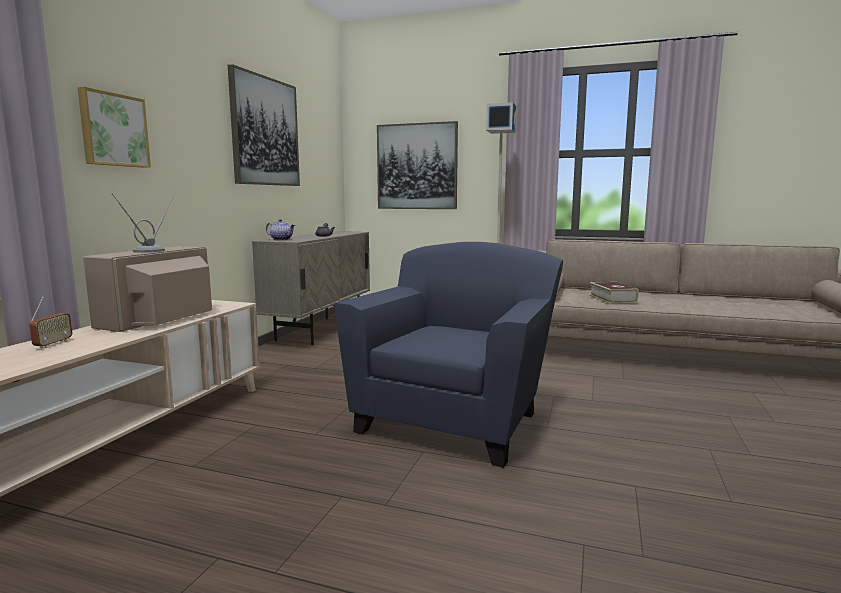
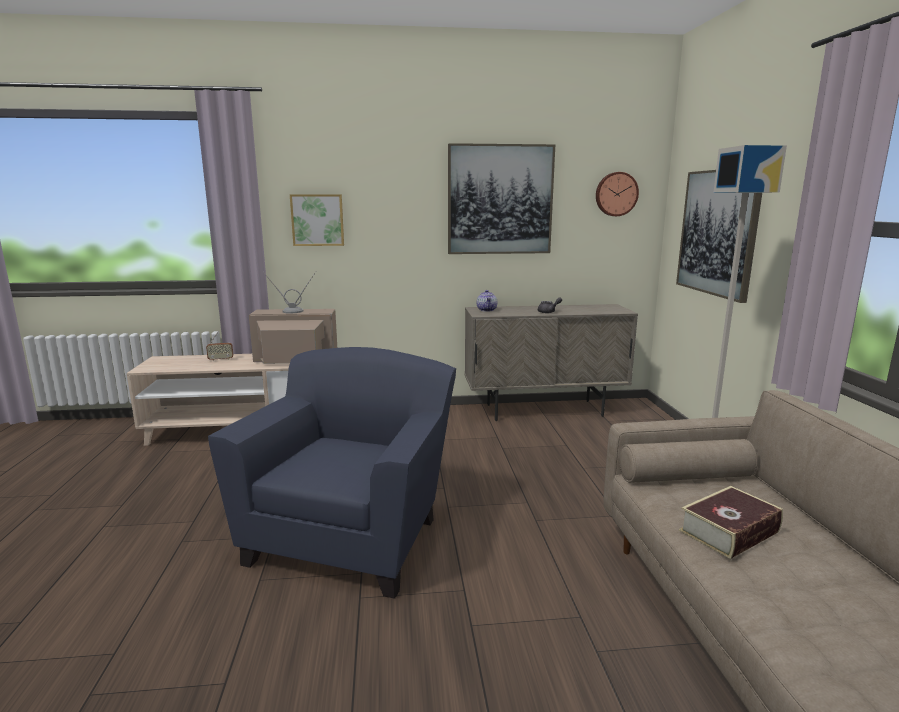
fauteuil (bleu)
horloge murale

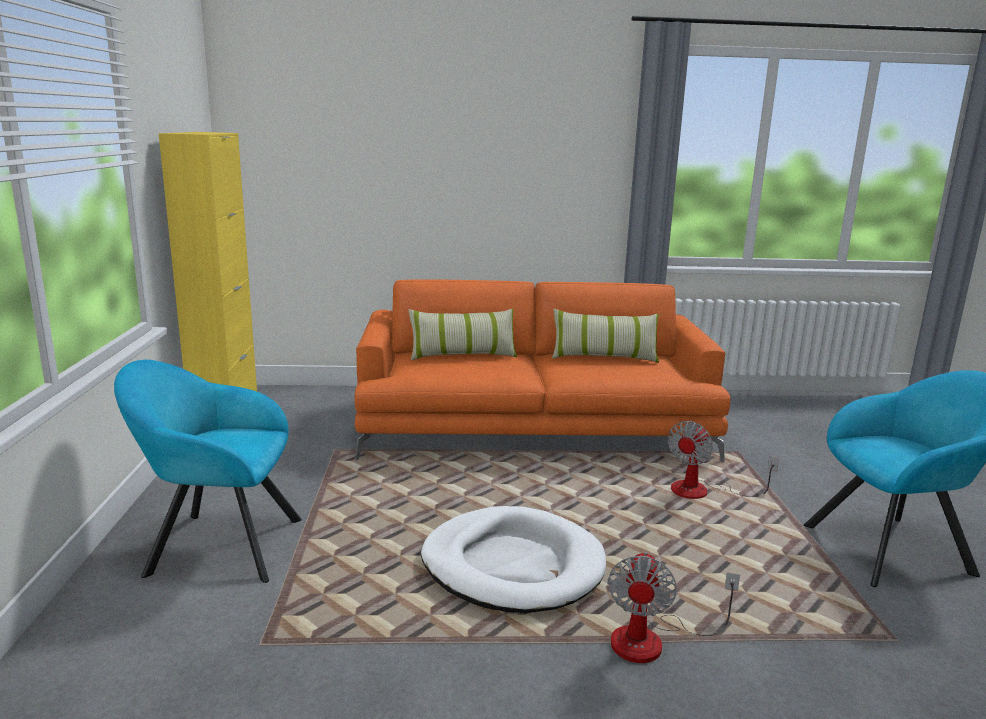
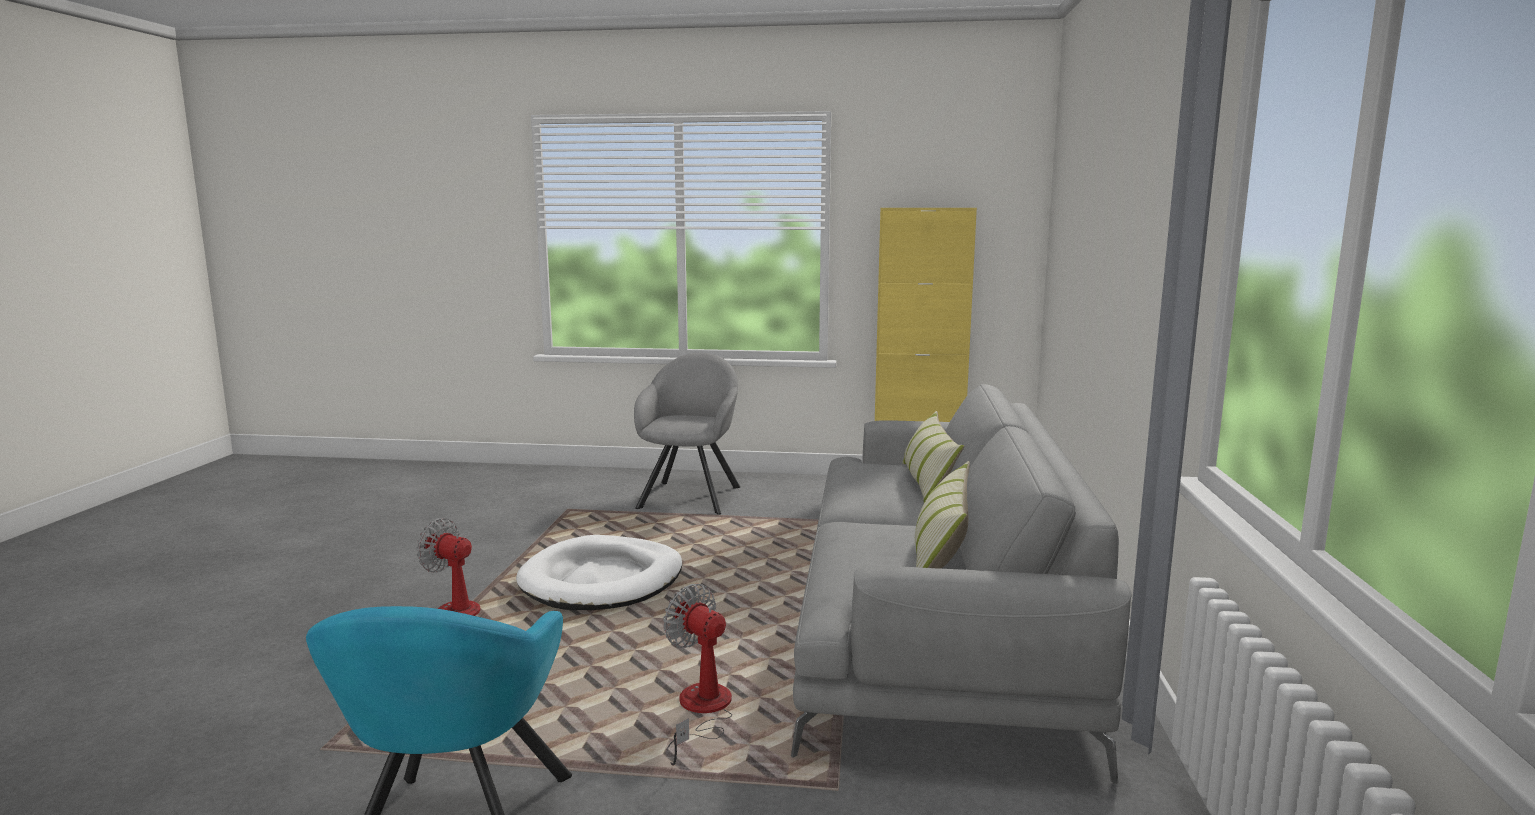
fauteuil (gris)
canapé (gris)

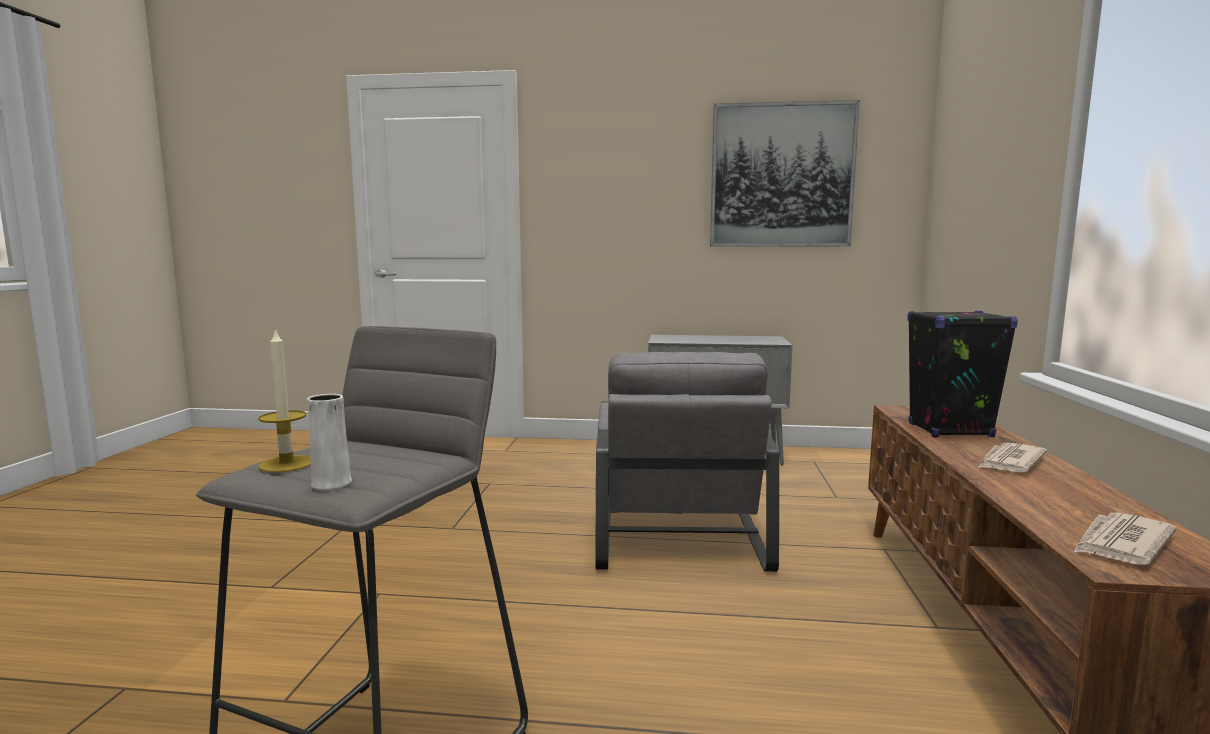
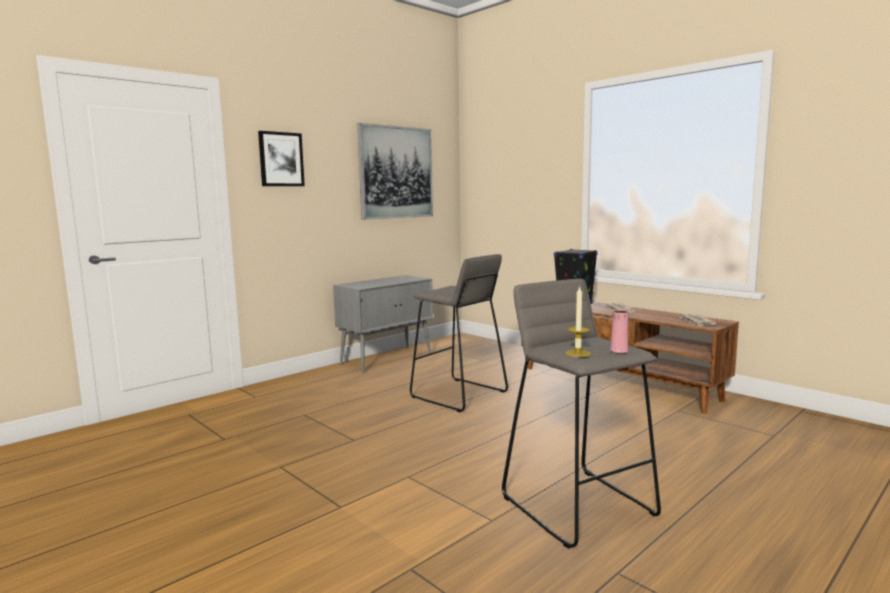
tableau (no. 1 from left)
tabouret (gris) (no. 1 from left)
vase (rose)

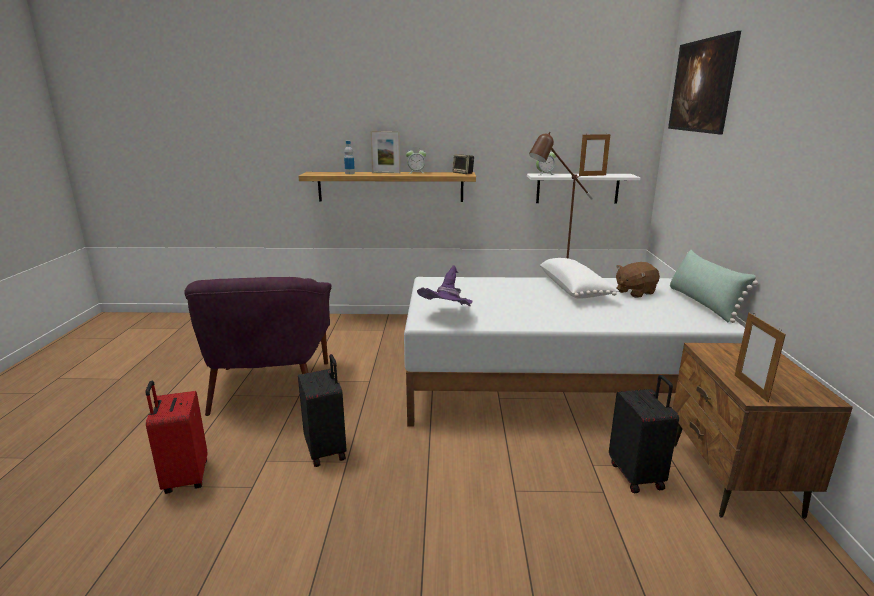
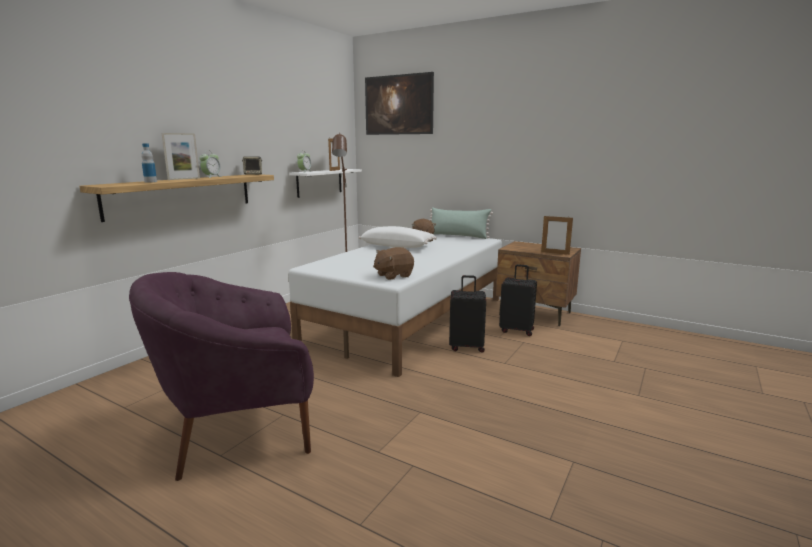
fauteuil (violet)
peluche (marron) (no. 1 from left)
valise (noir) (no. 1 from left)
valise (rouge)

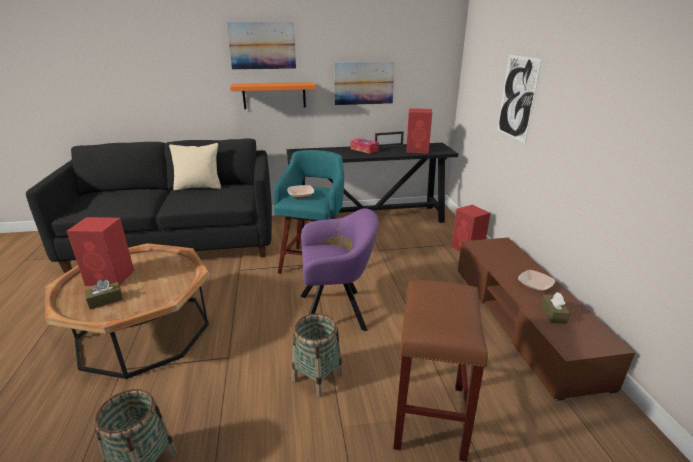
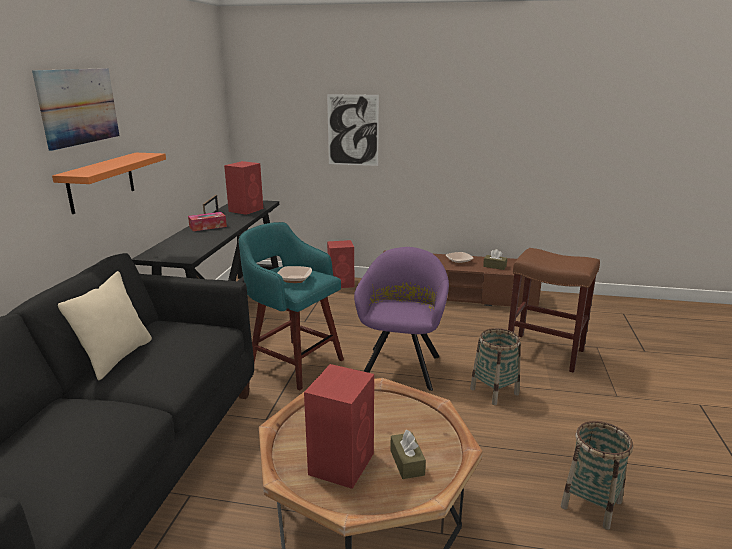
tableau (no. 2 from left in the first image)

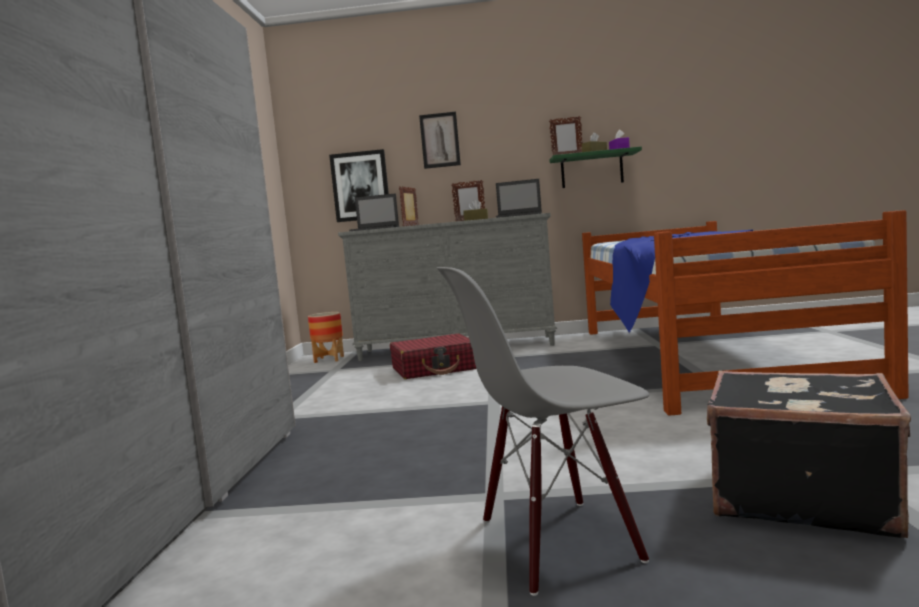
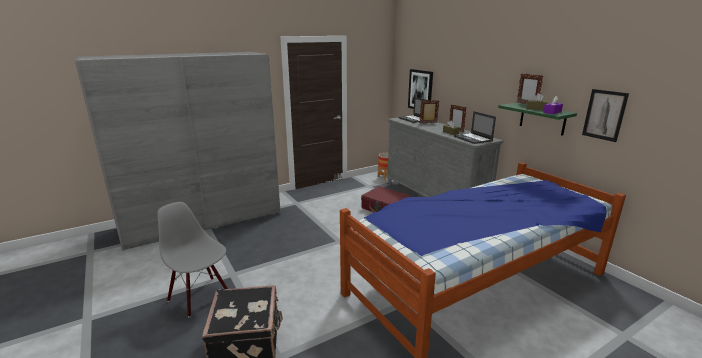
tableau (no. 2 from left)

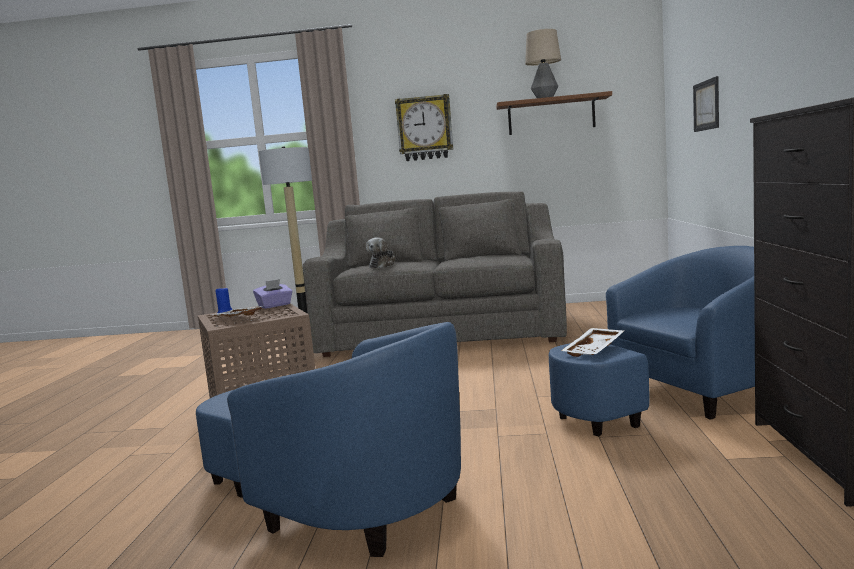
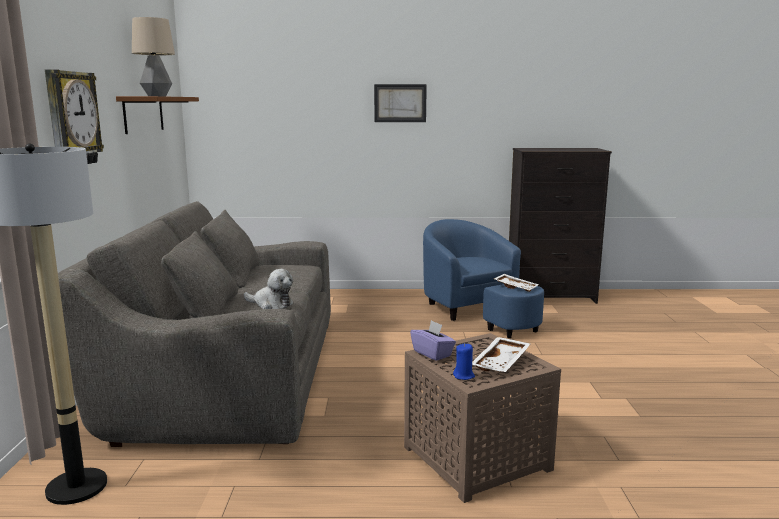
tableau
fauteuil (bleu) (no. 1 from left in the first image)

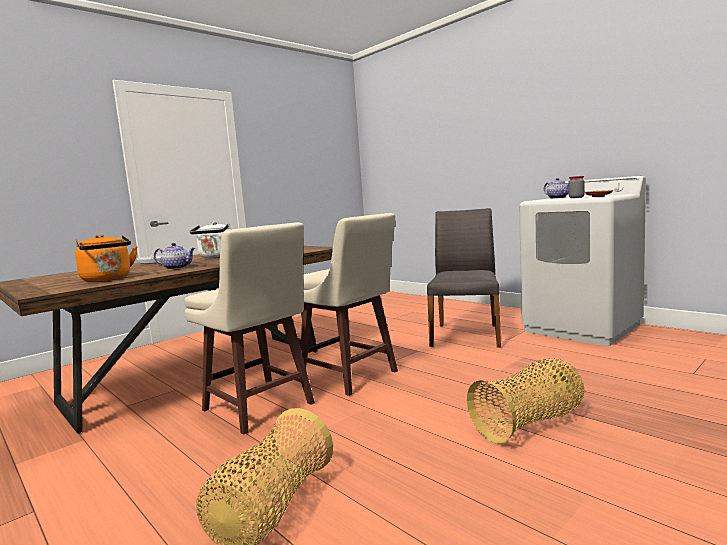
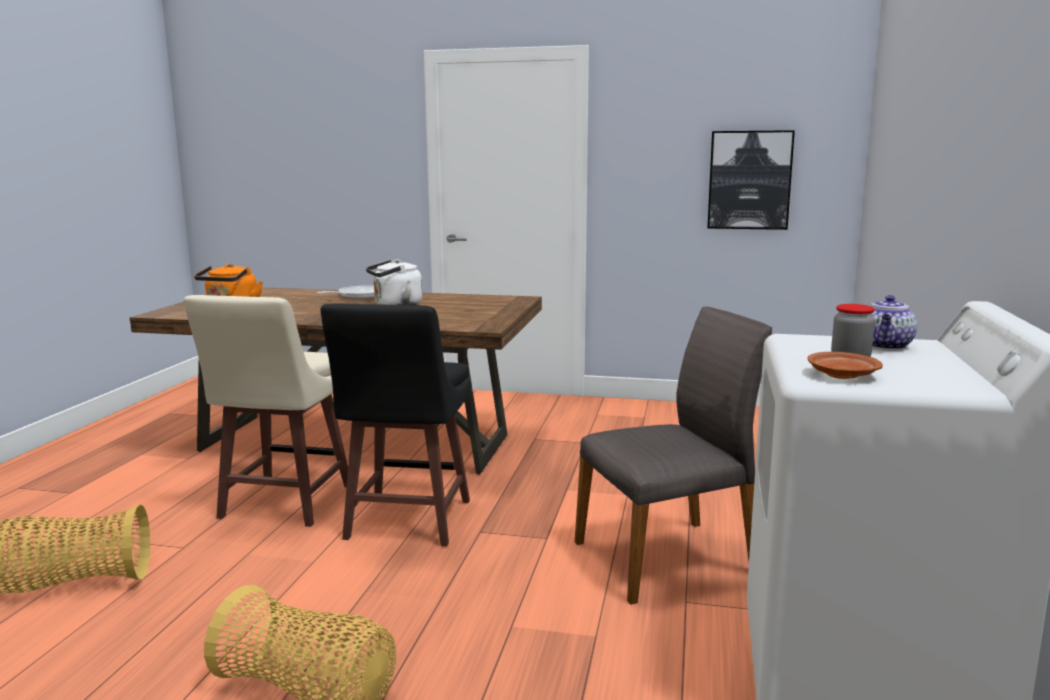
tabouret (noir)
tableau
théière (no. 1 from left in the first image)

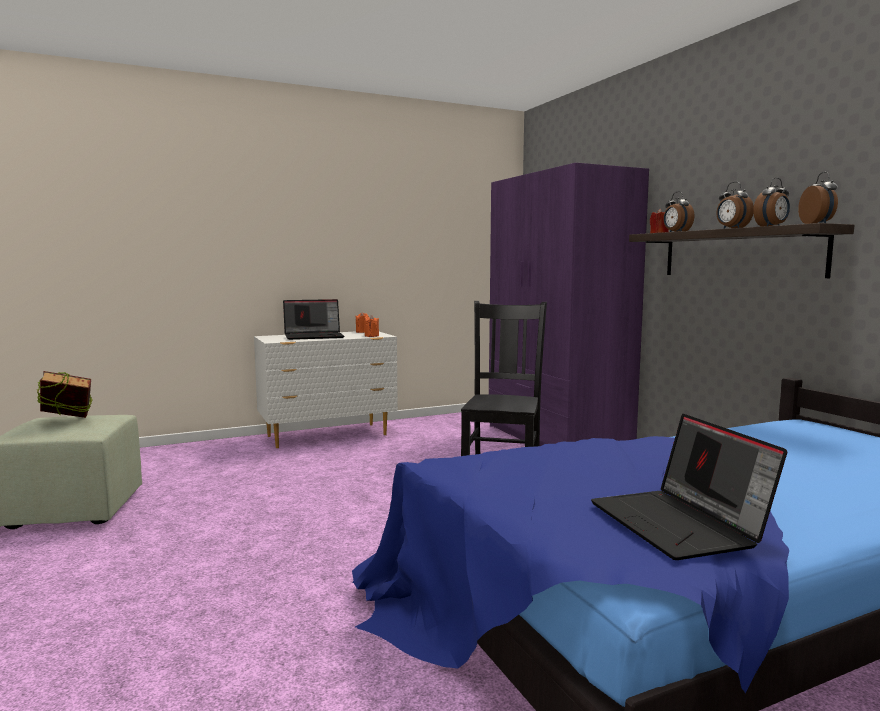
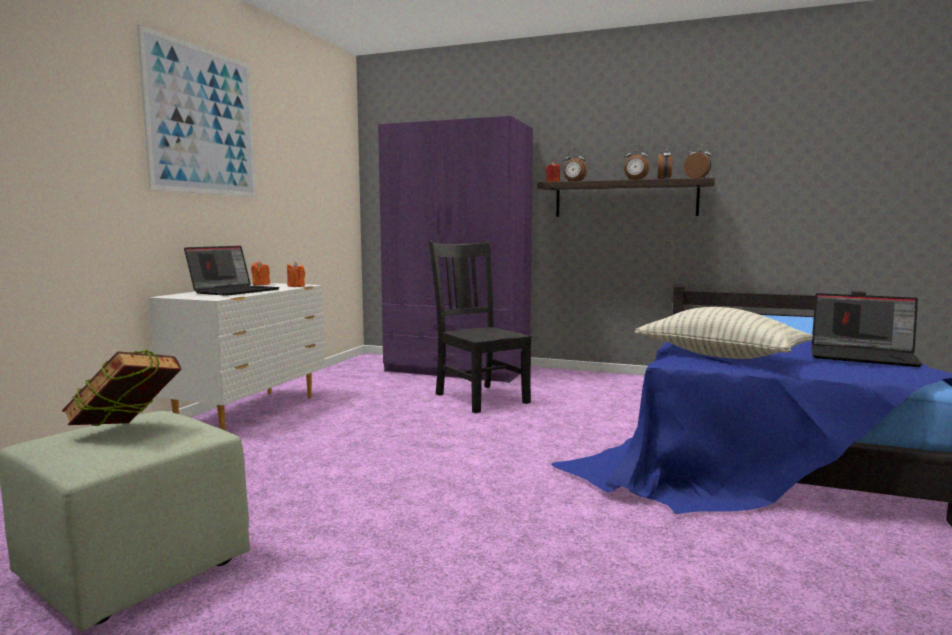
tableau
coussin

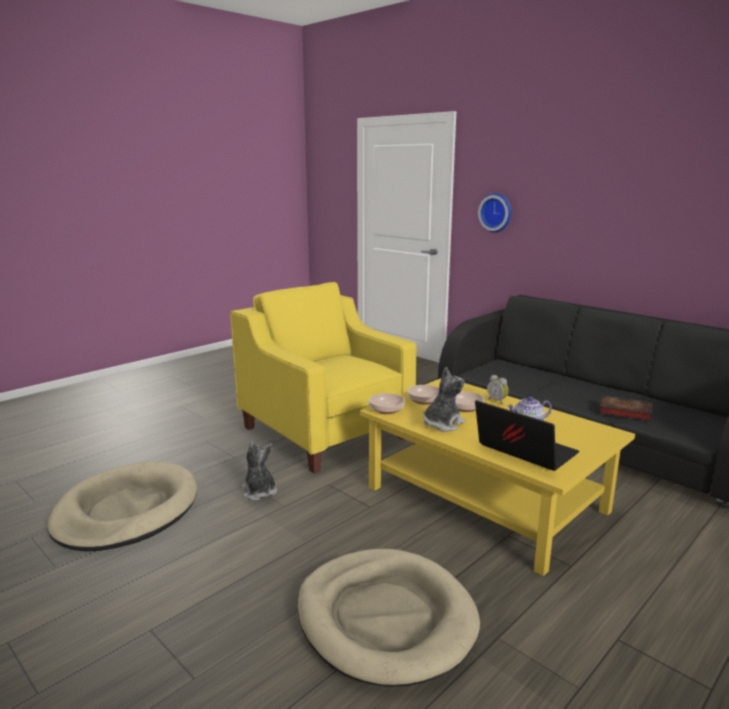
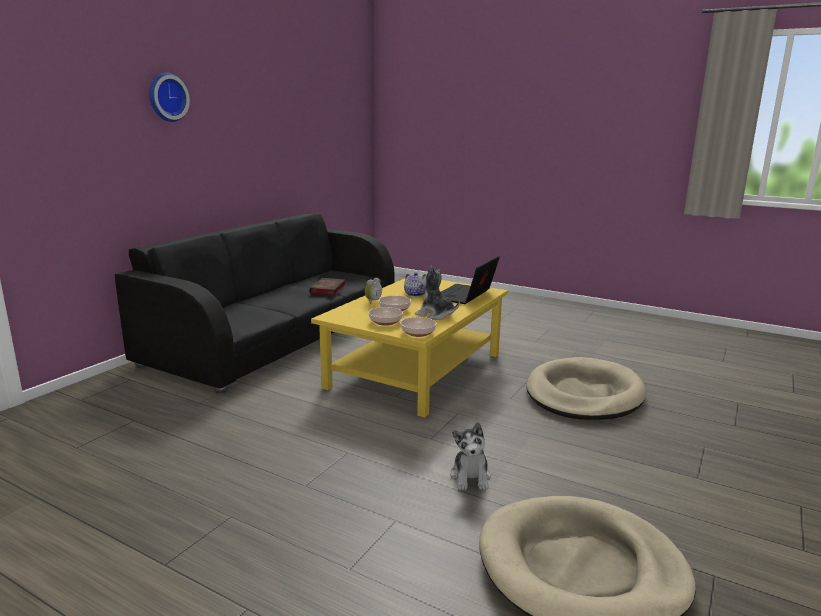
horloge murale
peluche (no. 2 from left)
fauteuil (jaune)

